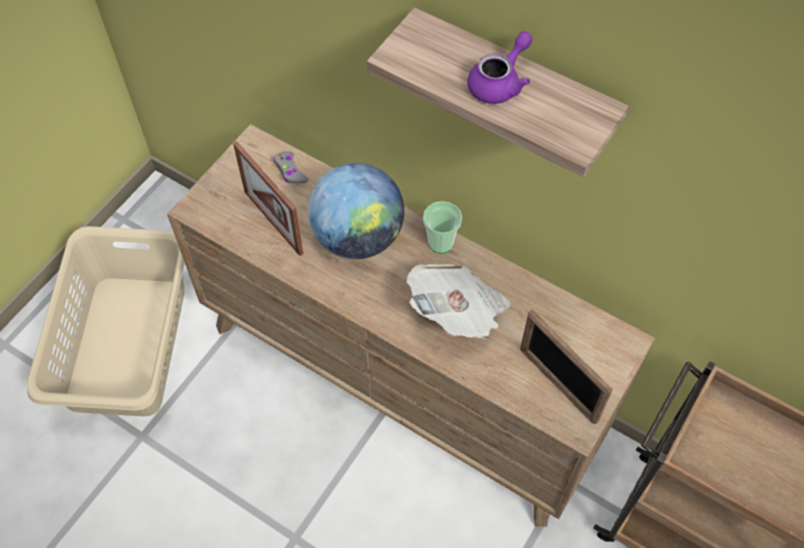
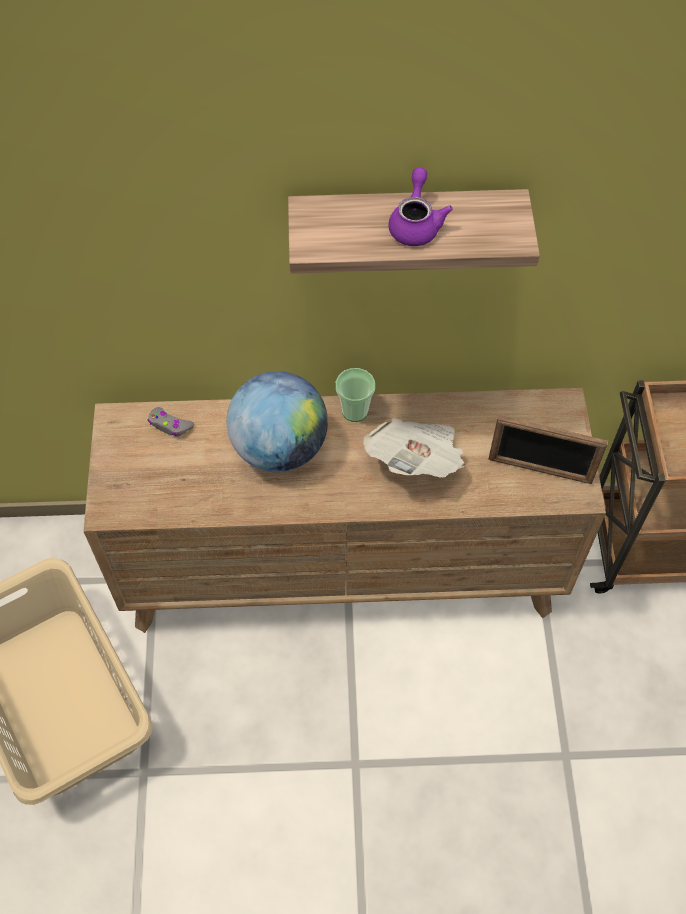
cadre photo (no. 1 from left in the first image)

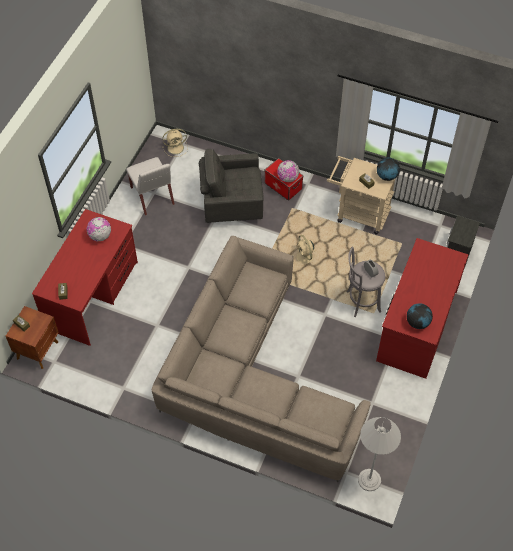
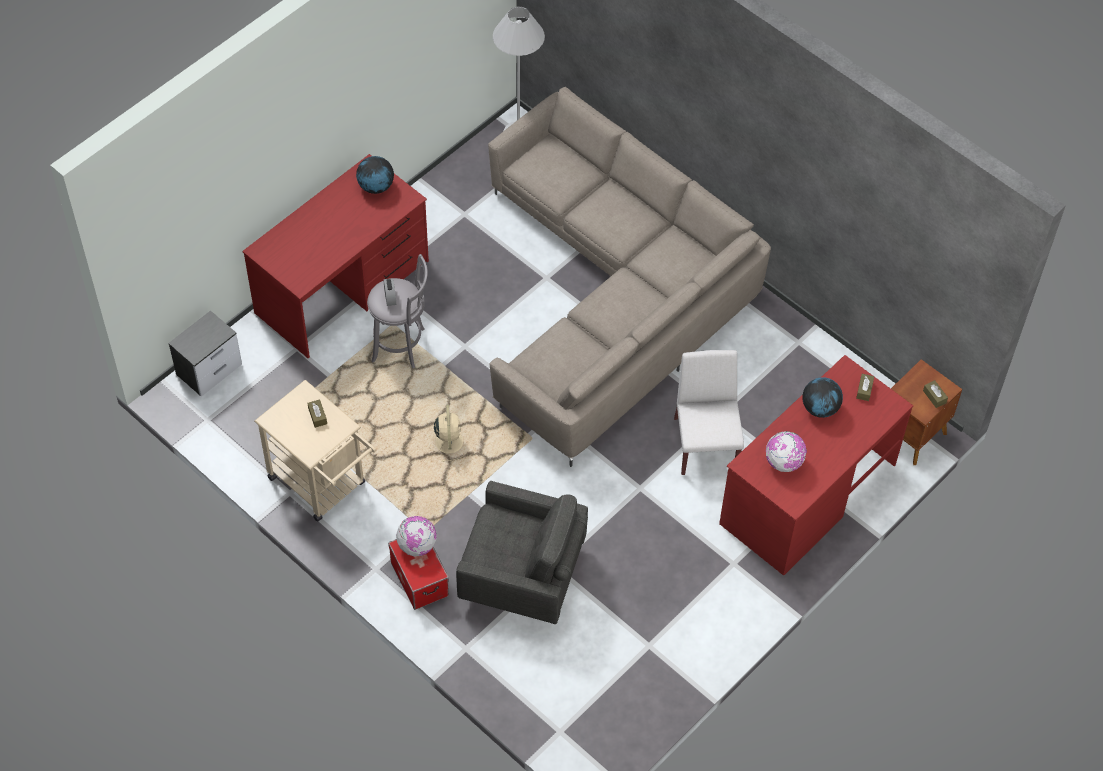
chaise (blanc)
globe (no. 4 from left)
ventilateur (beige) (no. 1 from left in the first image)

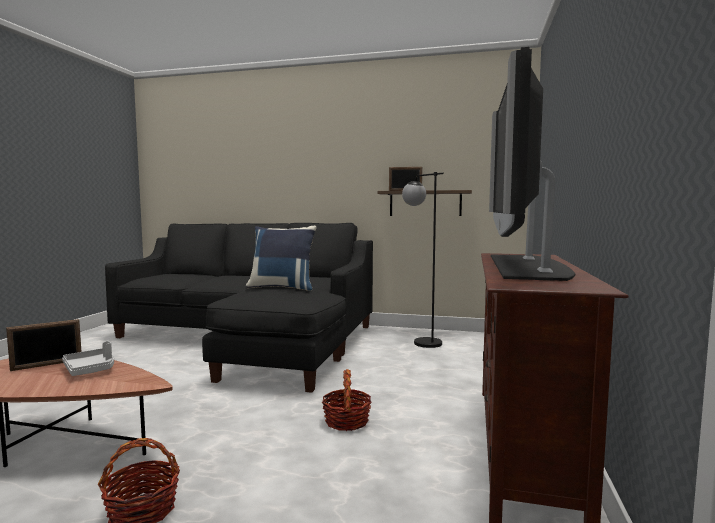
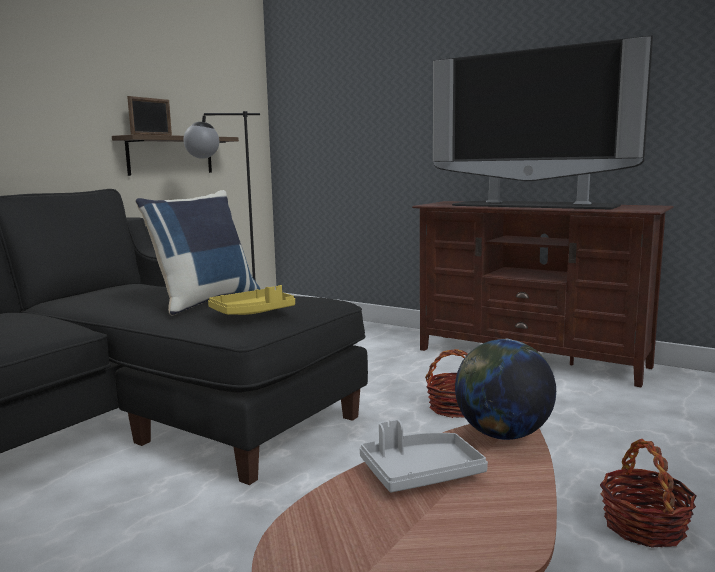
plateau (jaune)
globe
cadre photo (no. 1 from left in the first image)

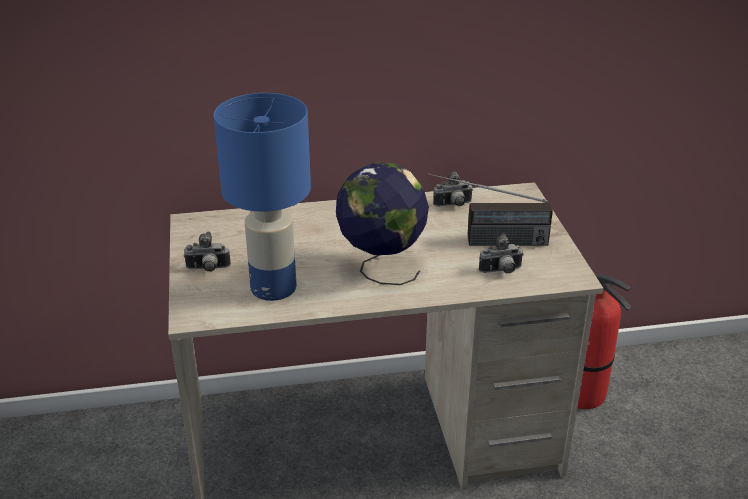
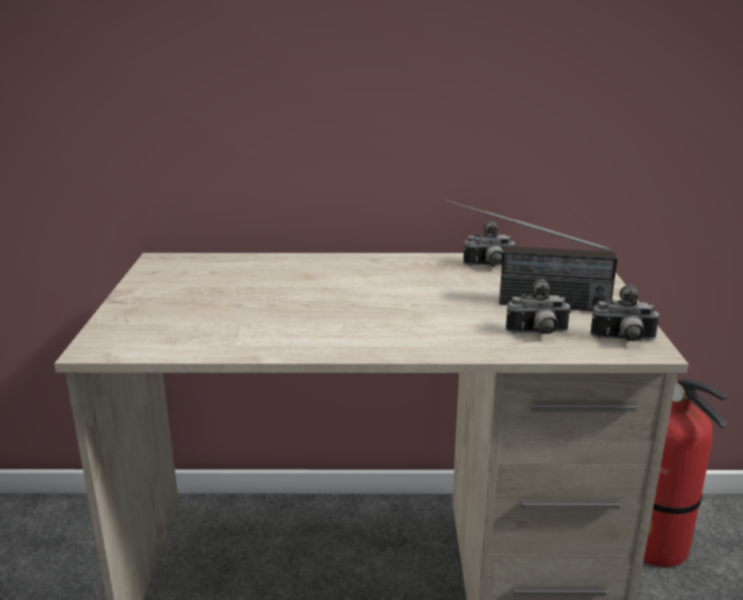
appareil photo (no. 3 from left)
lampe de table (bleu)
globe

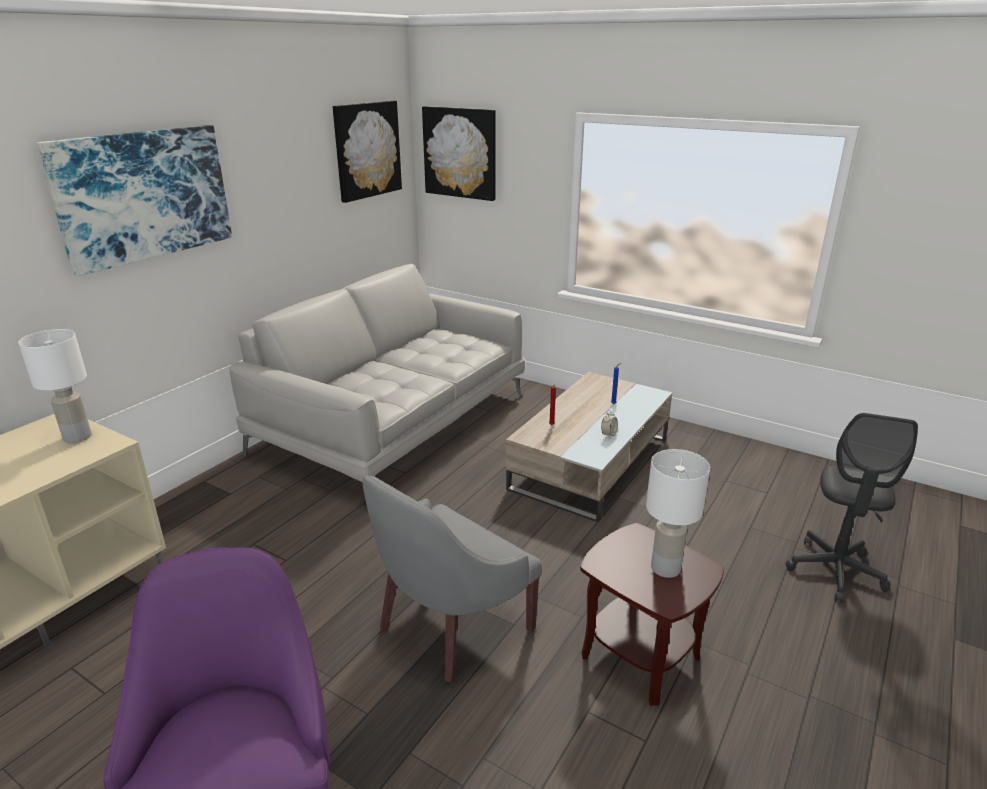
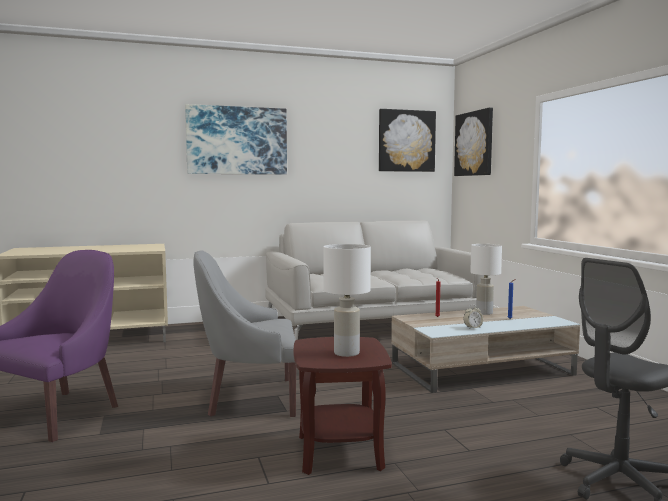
lampe de table (blanc) (no. 2 from left)

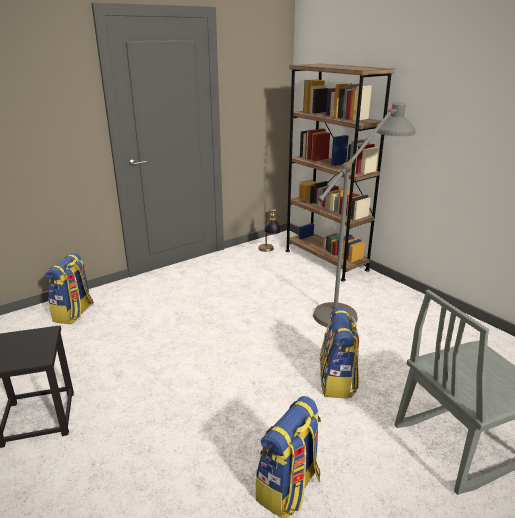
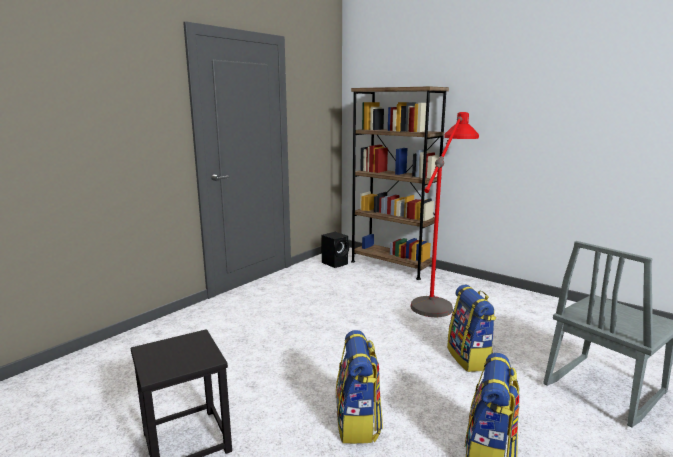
enceinte (noir)
sac à dos (no. 1 from left)
lampadaire (rouge)

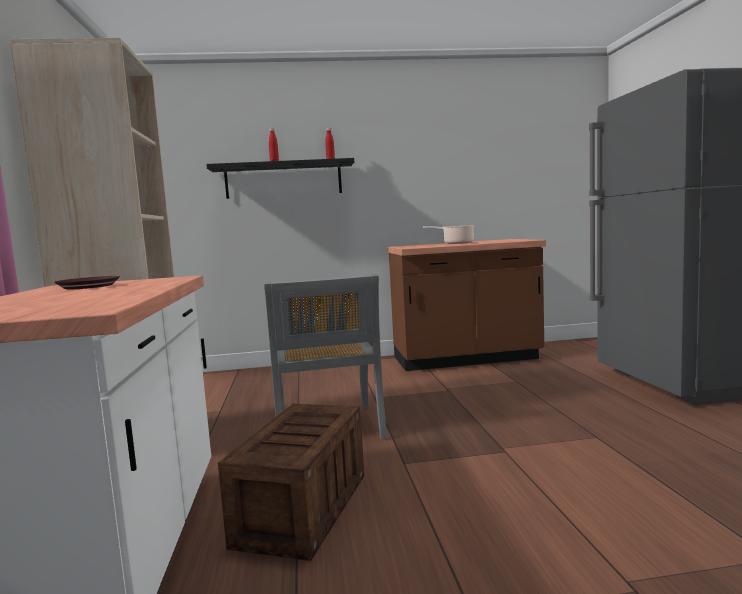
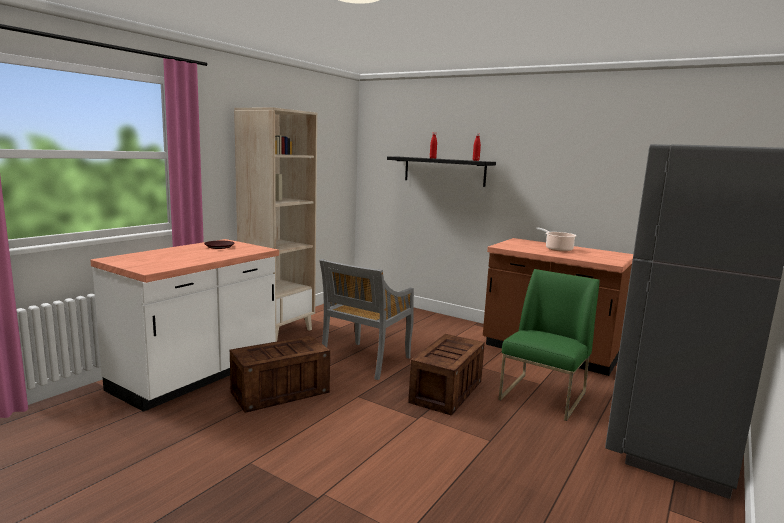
caisse (no. 2 from left)
chaise (vert)

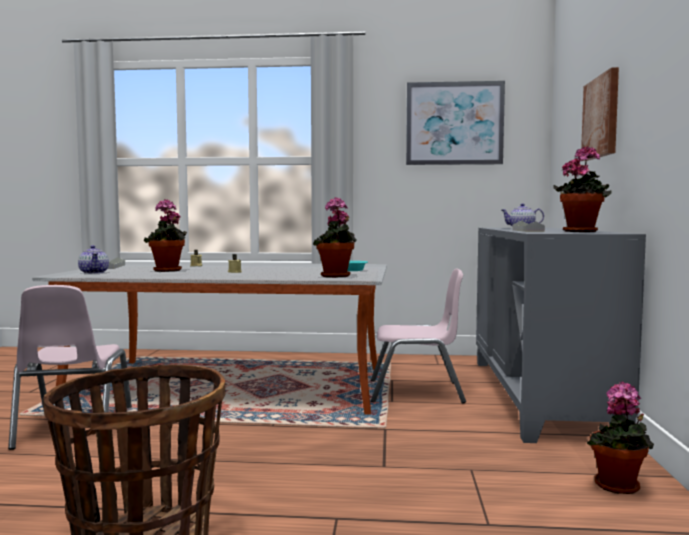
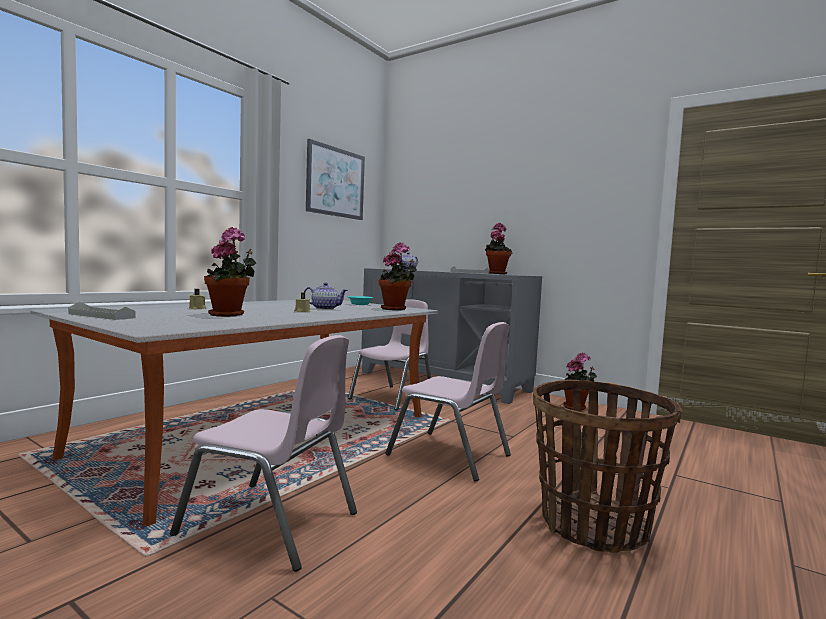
théière (no. 1 from left)
chaise (rose) (no. 3 from left)
tableau (no. 2 from left in the first image)

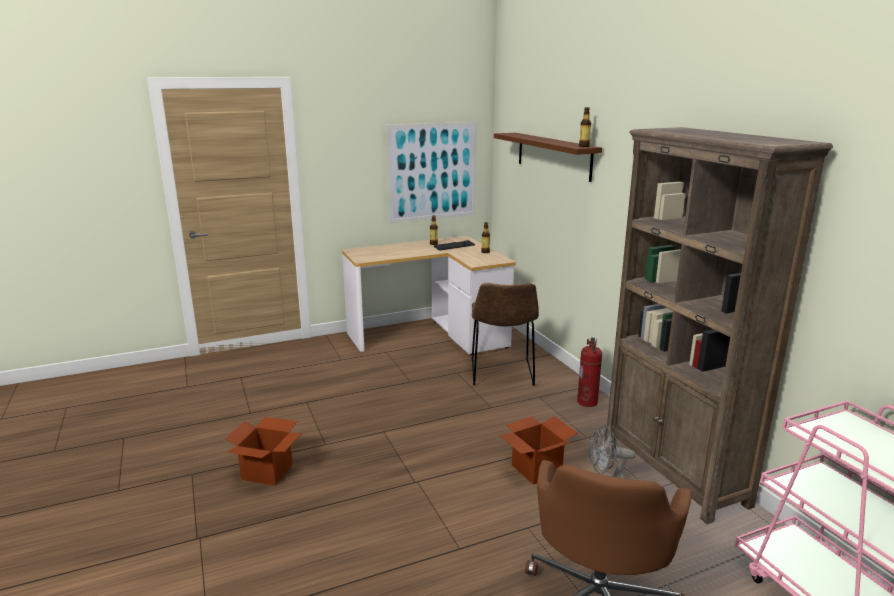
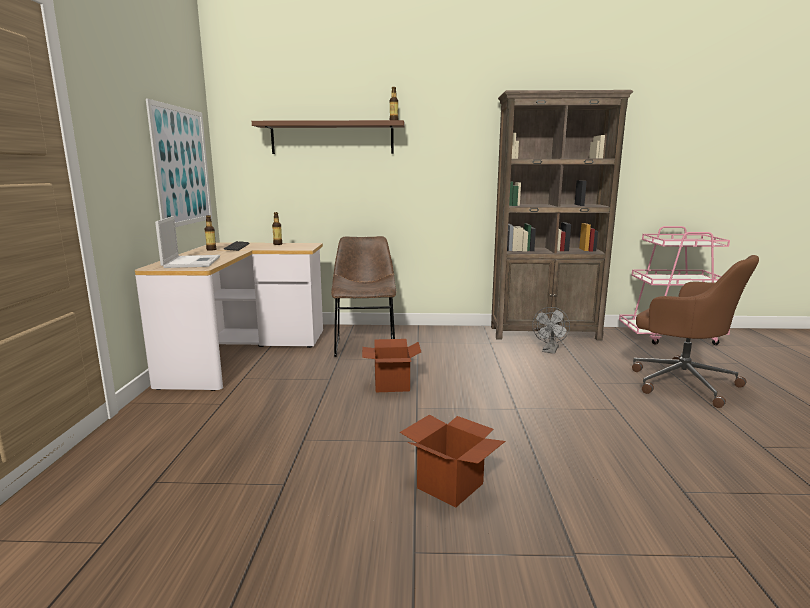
ordinateur portable
chaise (marron)
carton (no. 1 from left)
extincteur

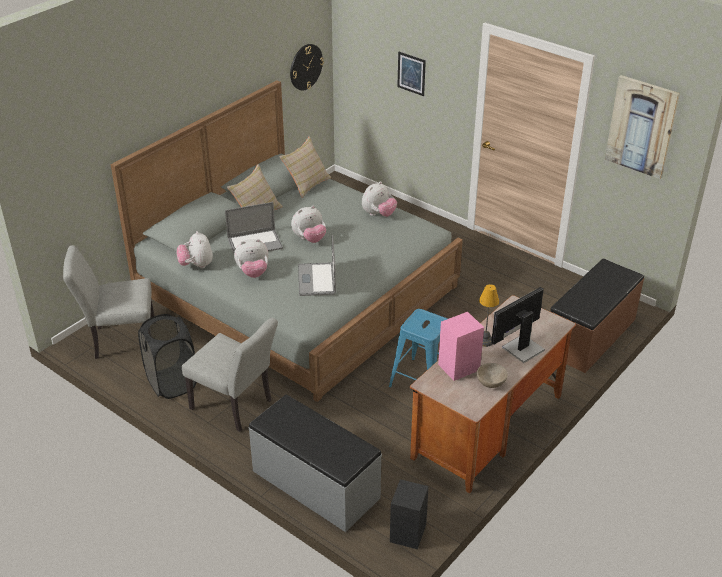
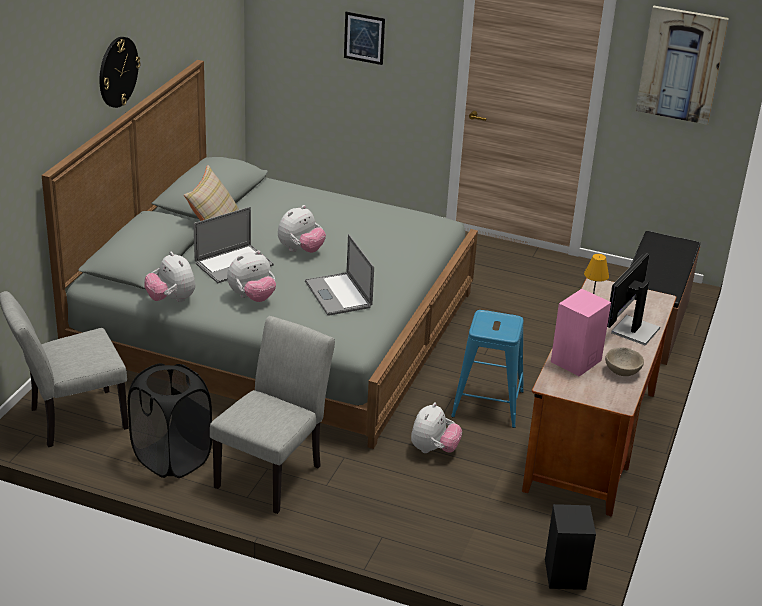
horloge murale
chaise (gris) (no. 2 from left)
peluche (no. 4 from left)
banc (gris)
coussin (beige) (no. 2 from left in the first image)

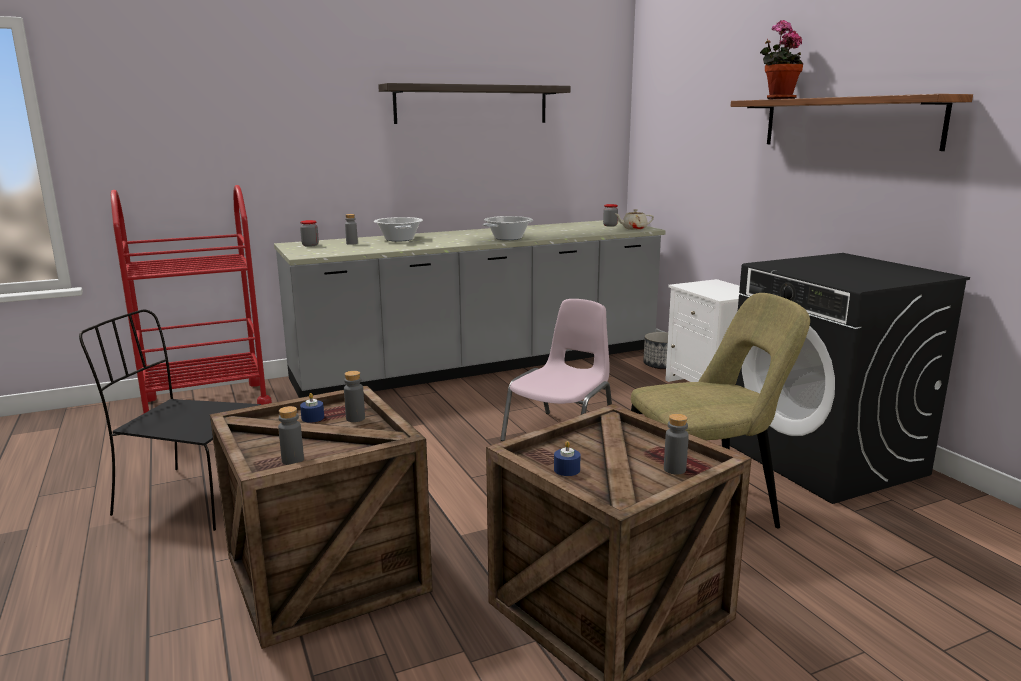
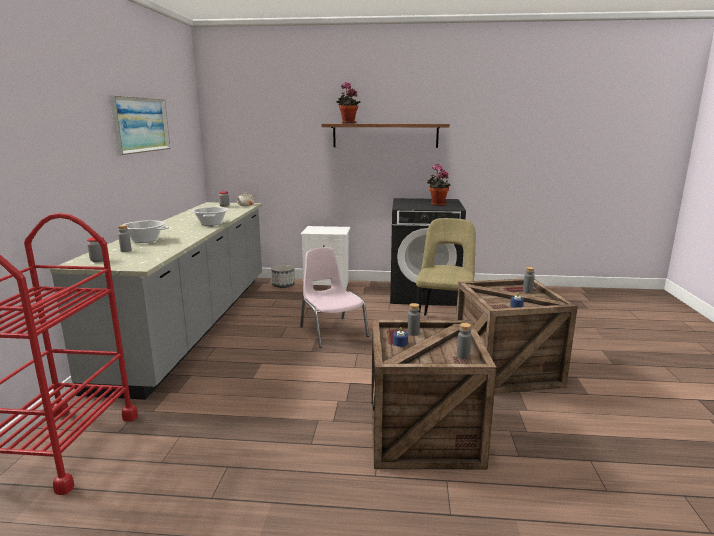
tableau
plante en pot (no. 2 from left)
chaise (noir)

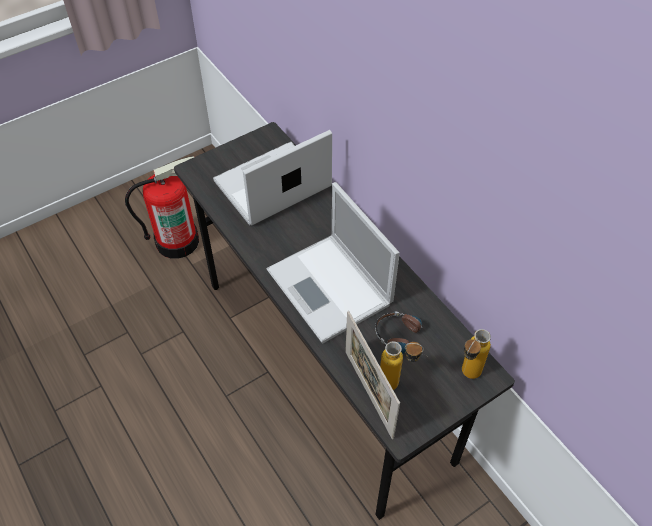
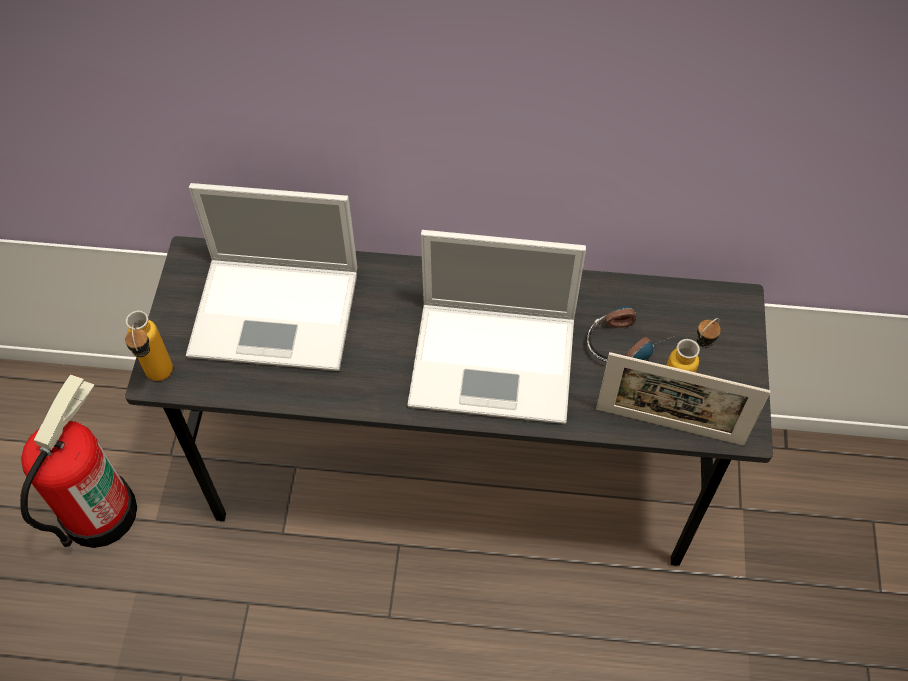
bouteille (no. 1 from left)
ordinateur portable (no. 1 from left)

